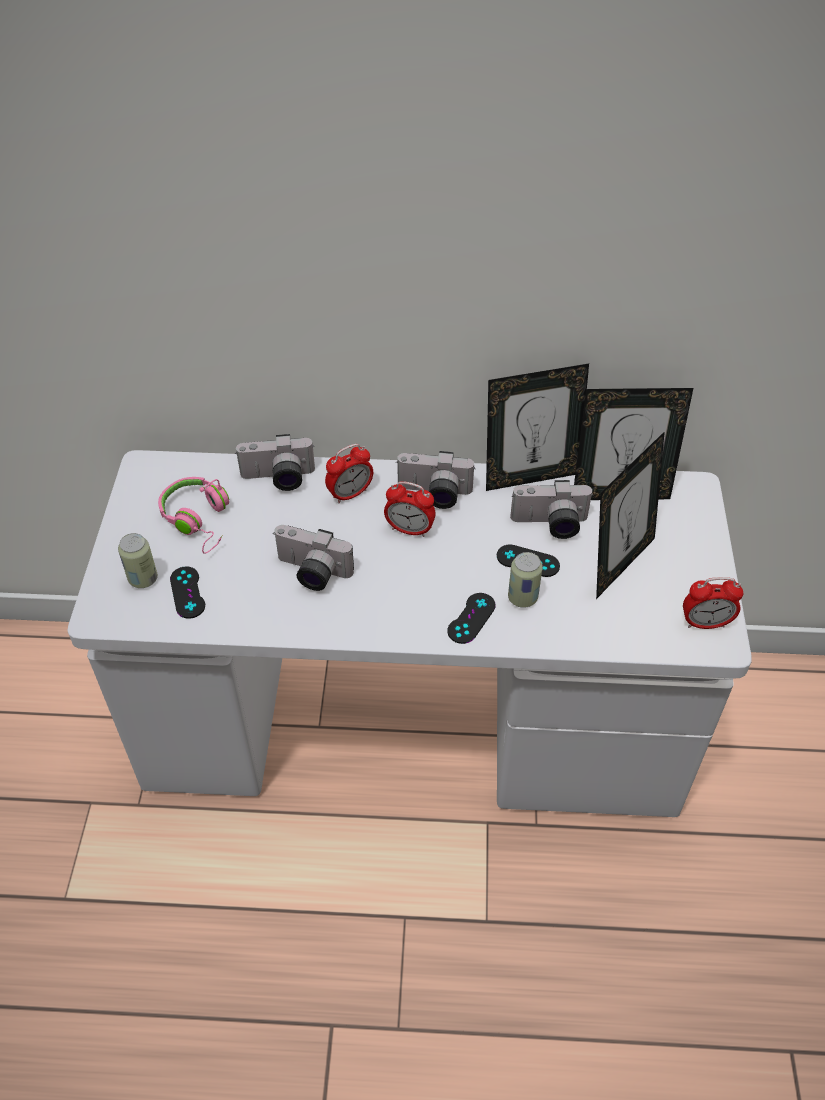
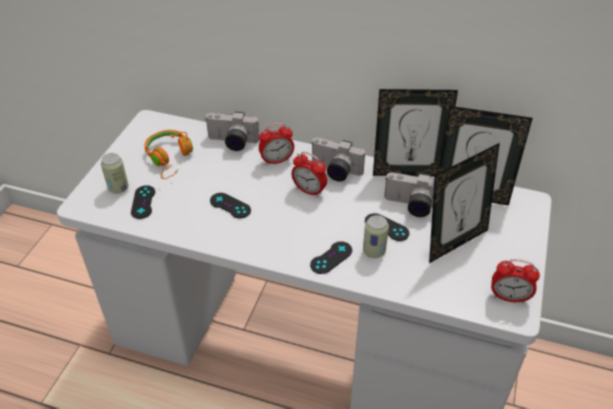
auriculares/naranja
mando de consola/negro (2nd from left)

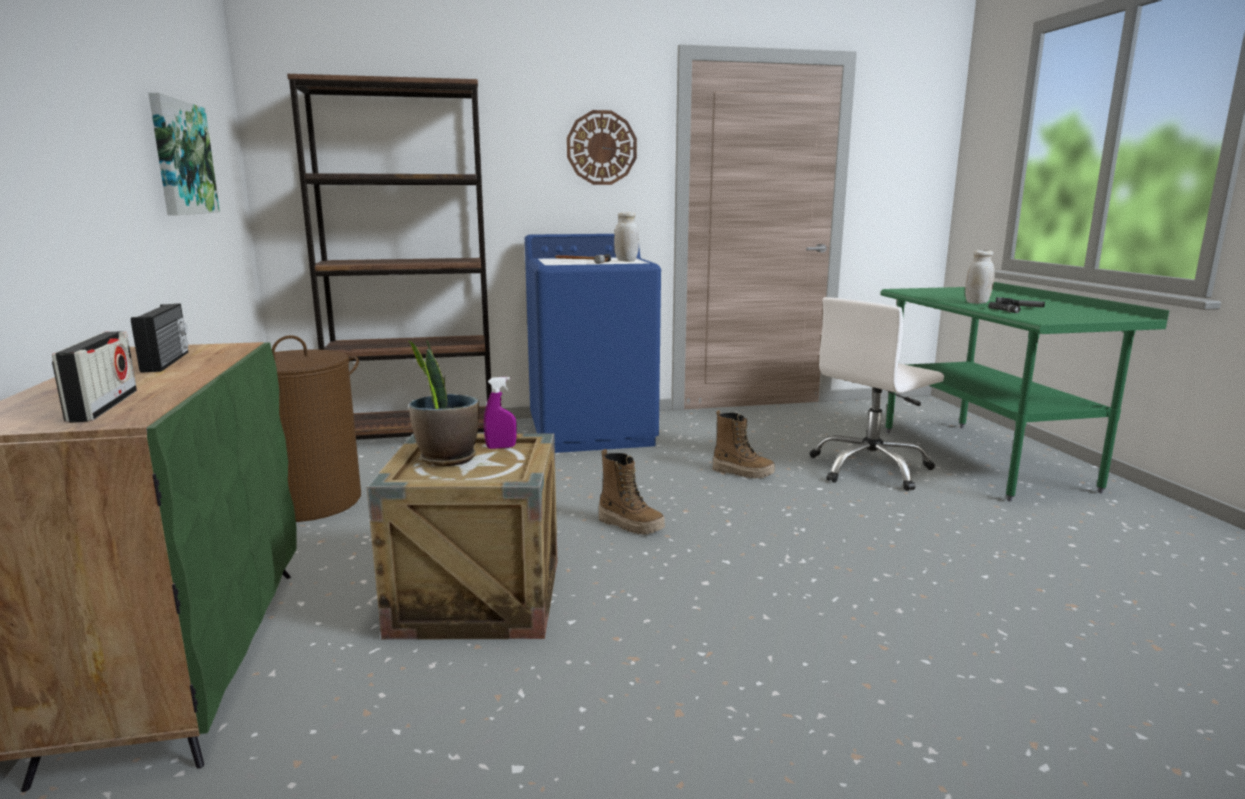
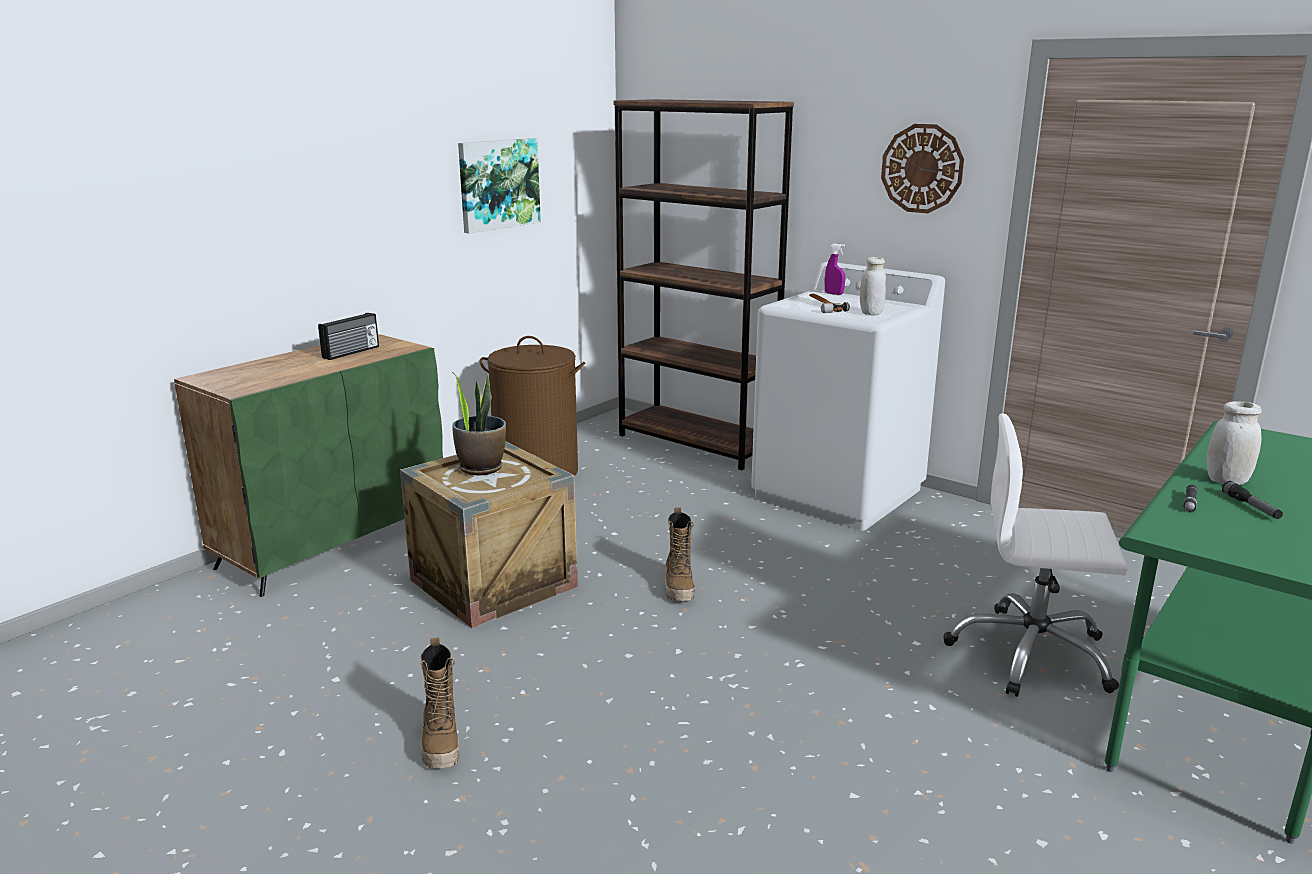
bota (1st from left)
lavadora/blanco
pulverizador/morado
radio (1st from left in the first image)

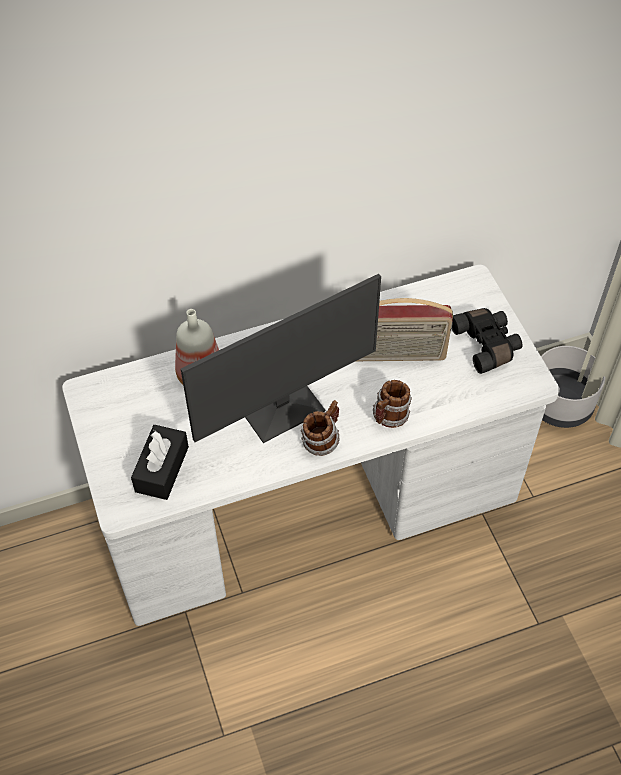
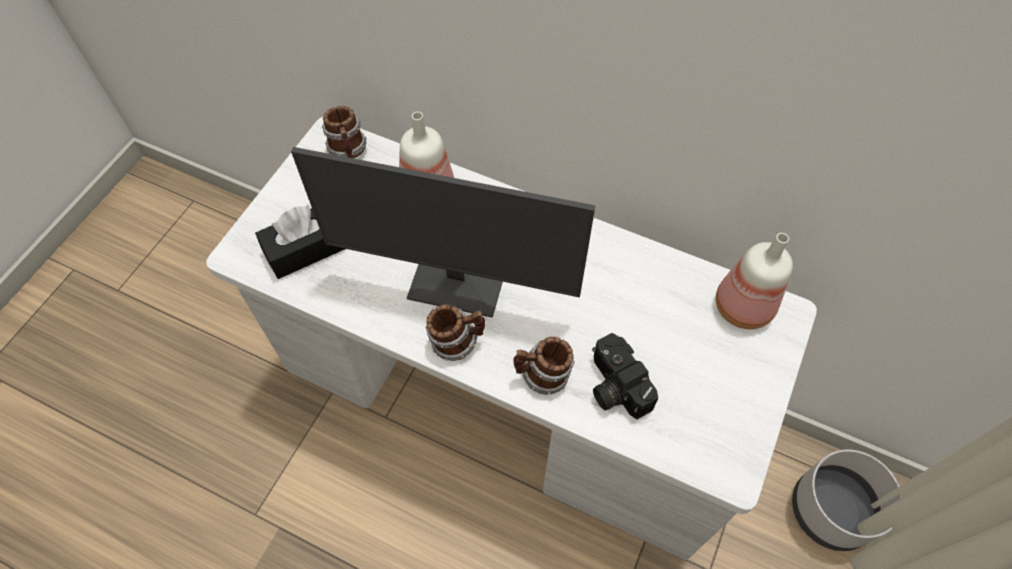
taza grande (1st from left)
cámara
botella (2nd from left)
radio
prismáticos/negro

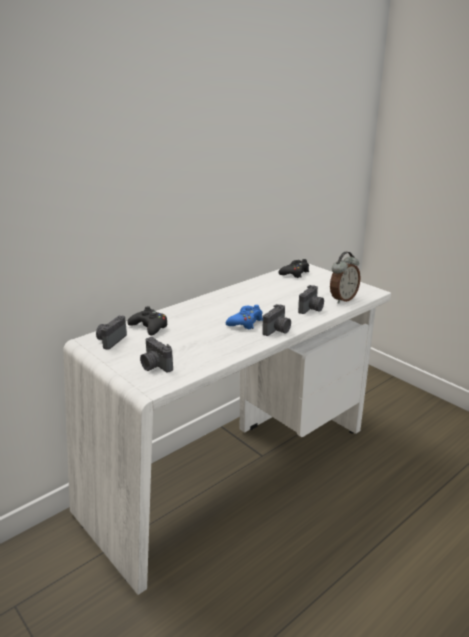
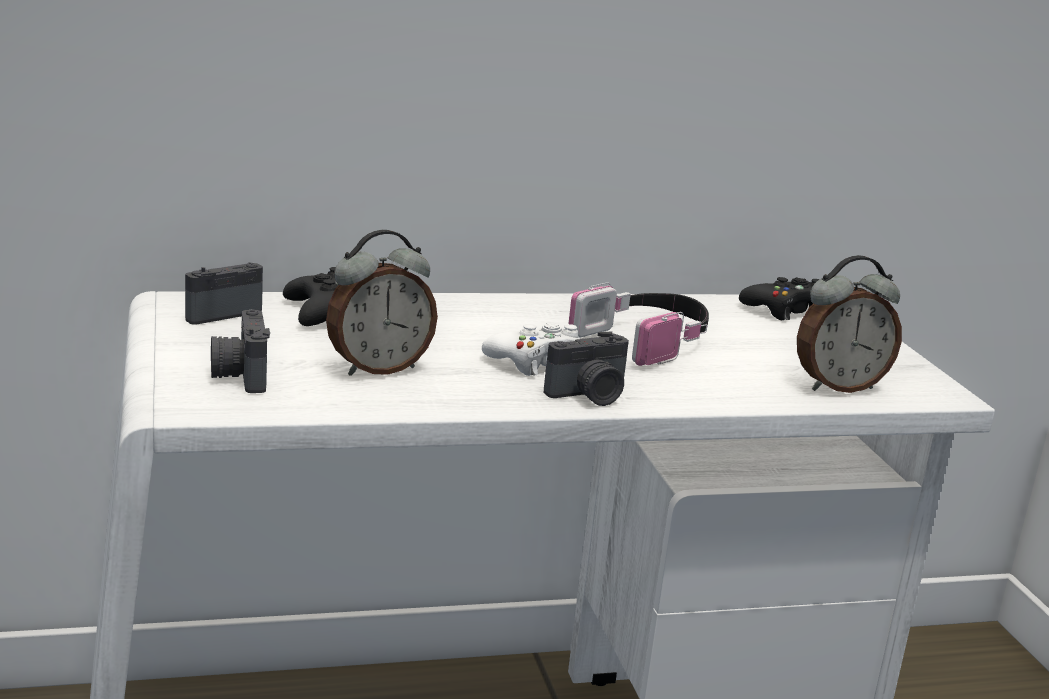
despertador (1st from left)
mando de consola/blanco
auriculares
cámara (4th from left in the first image)

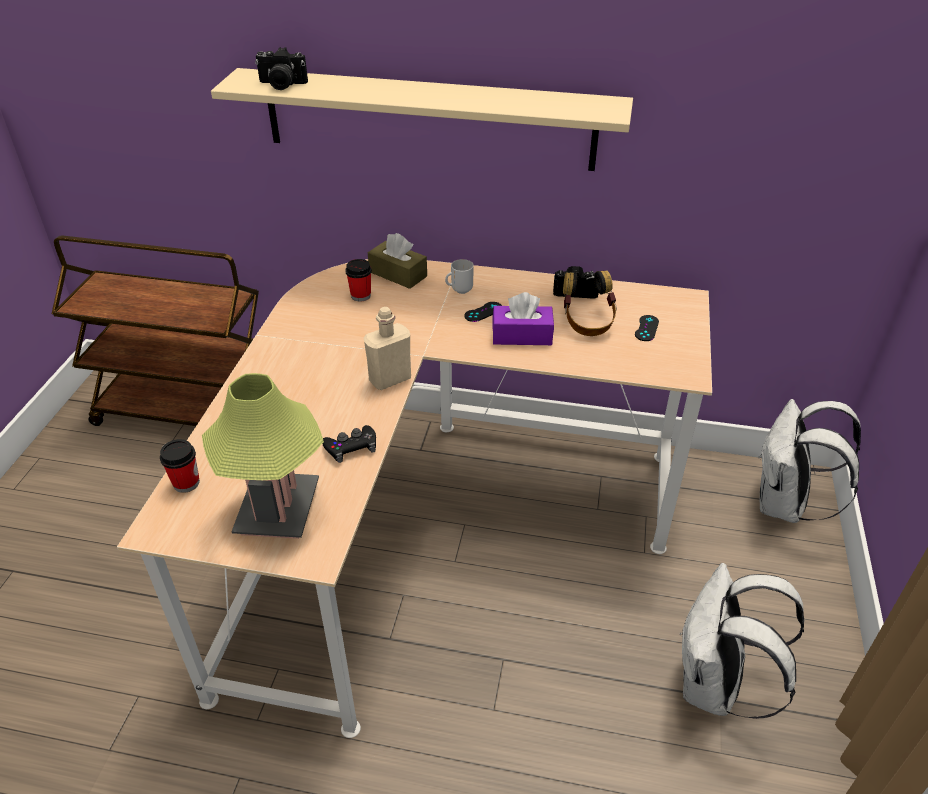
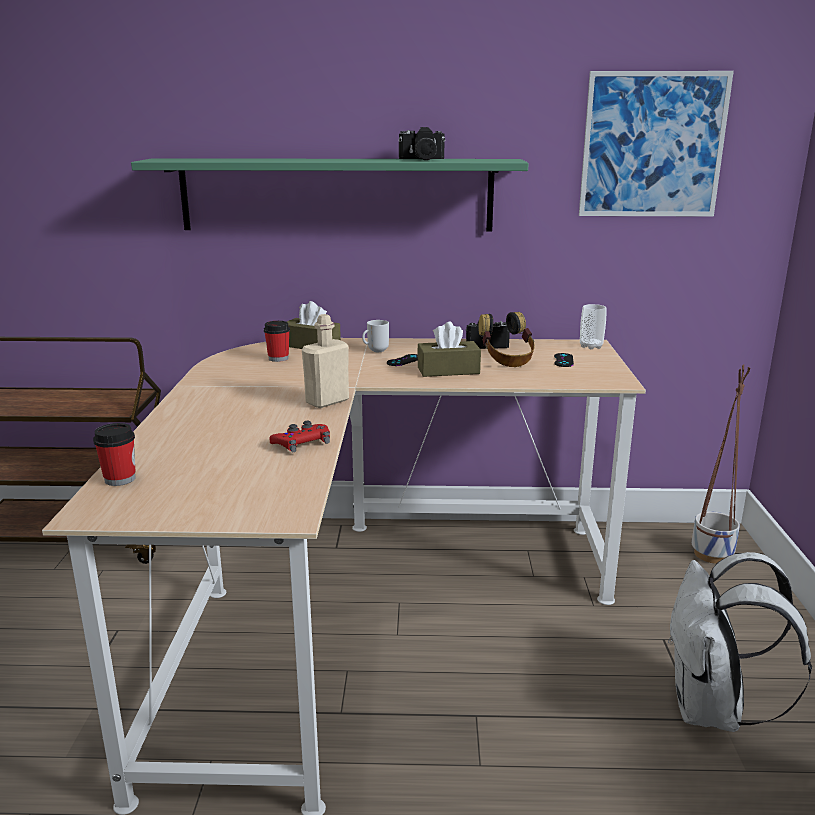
estante/verde
mando de consola/rojo
cámara (1st from left)
caja de pañuelos/marrón (2nd from left)
cuadro
taza (3rd from left)
maceta
lámpara de mesa

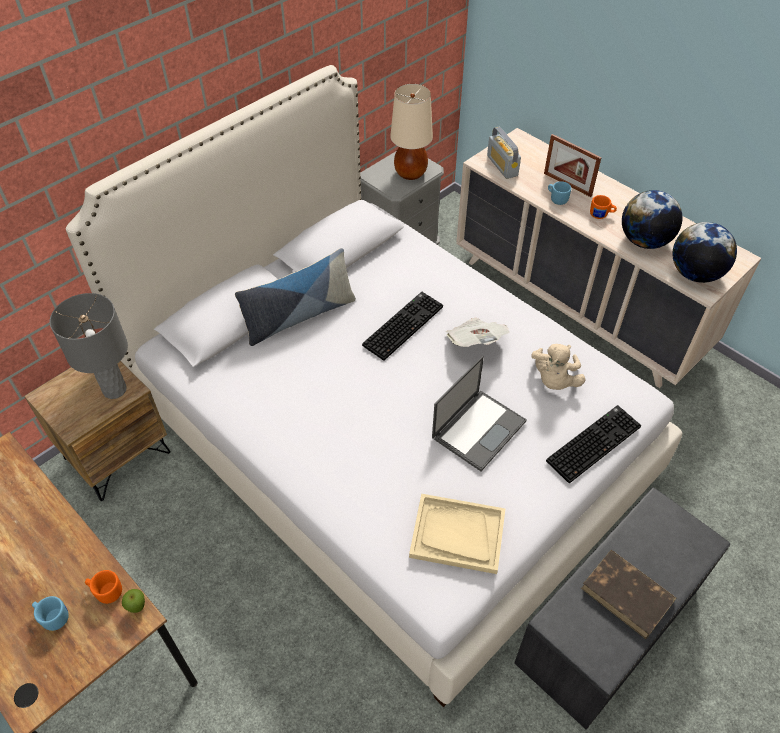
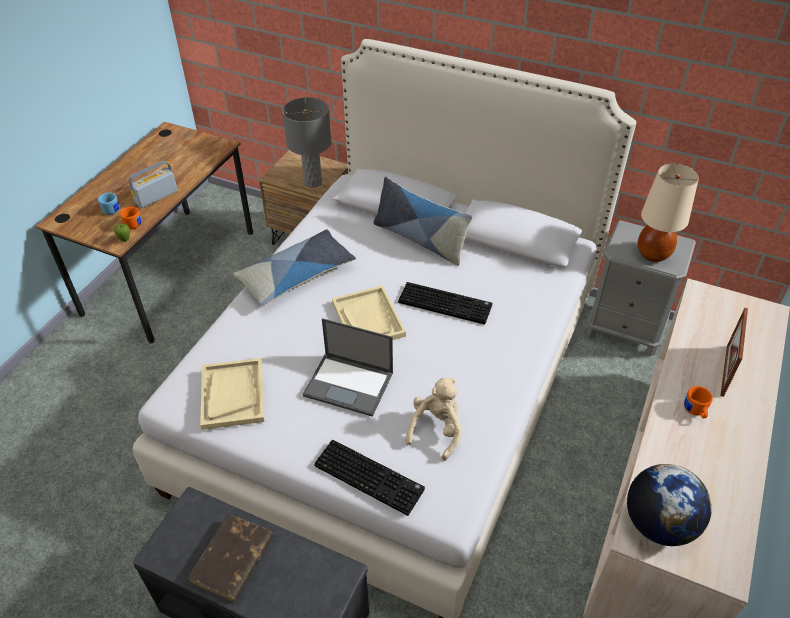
radio
cojín (1st from left)
bandeja/beis (2nd from left)
peluche/beis
periódico
taza grande/azul (2nd from left in the first image)
globo terráqueo (1st from left in the first image)

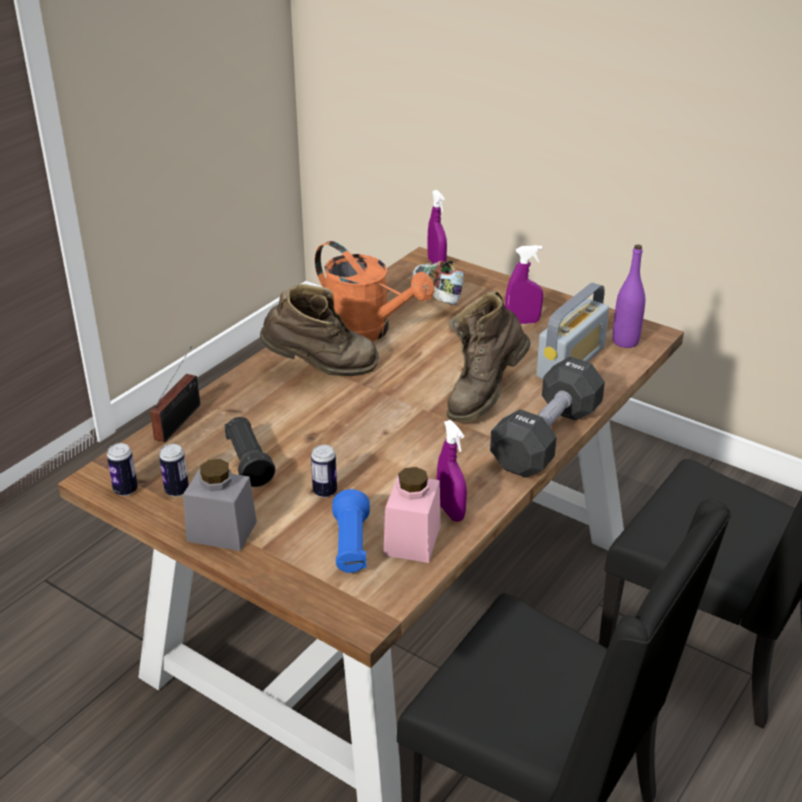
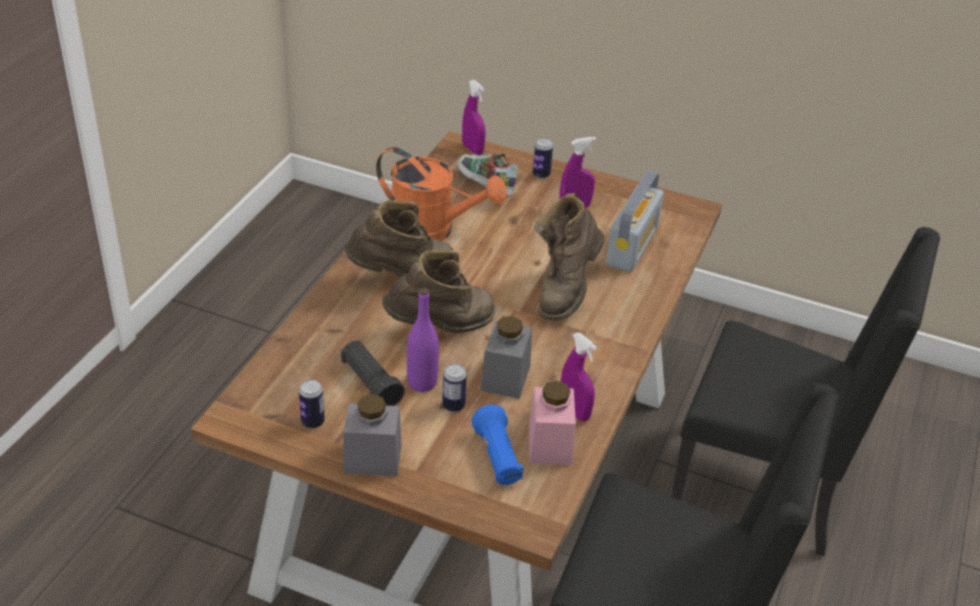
bota/marrón (2nd from left)
botella/morado
tarro/gris (2nd from left)
lata (3rd from left)
radio (1st from left in the first image)
mancuerna/negro

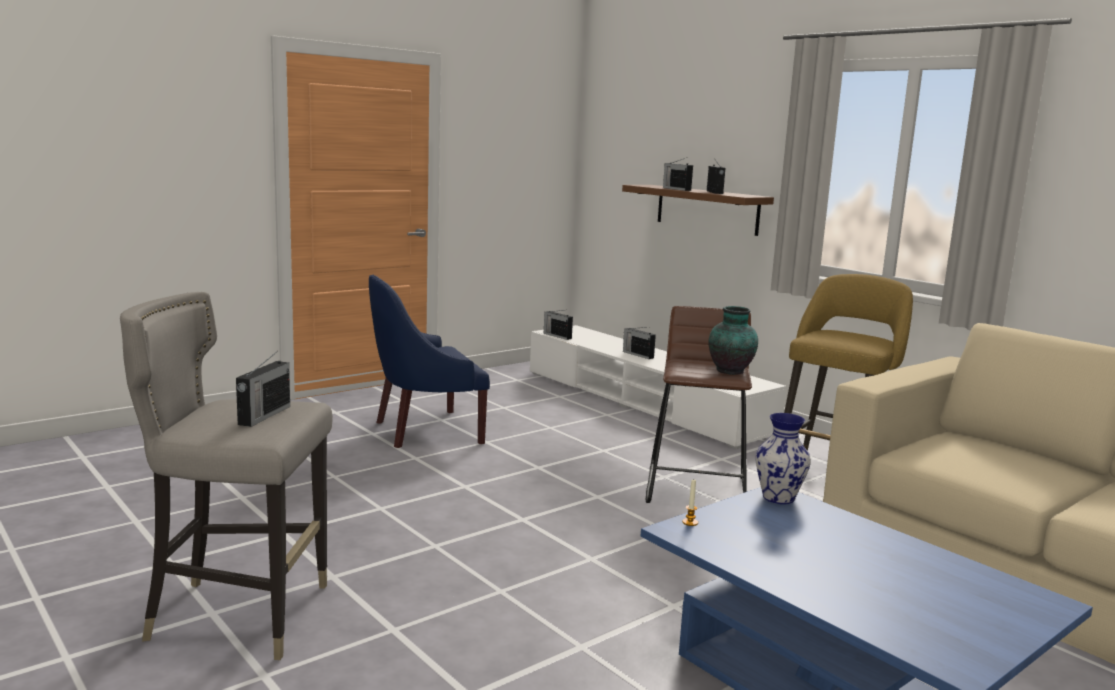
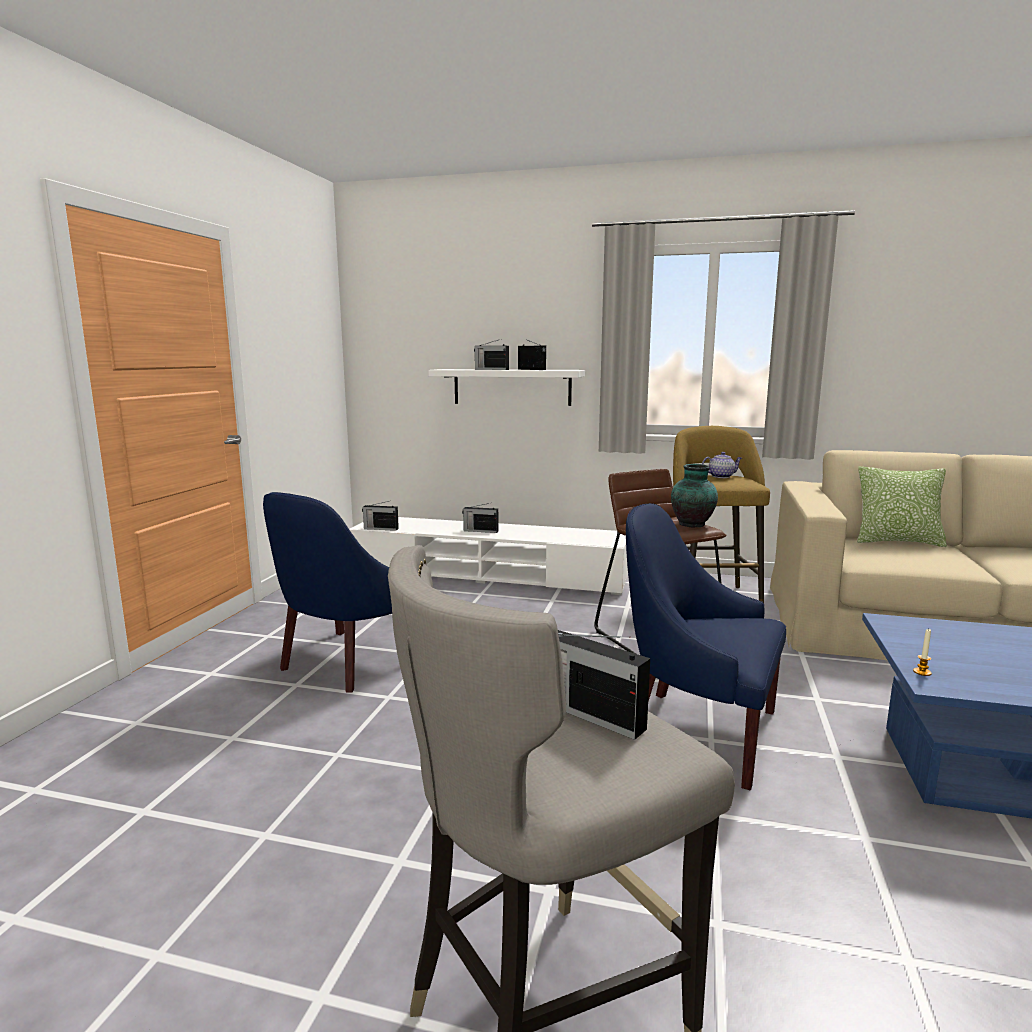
estante/blanco
radio (5th from left)
sillón/azul (2nd from left)
tetera
cojín
florero (2nd from left in the first image)

